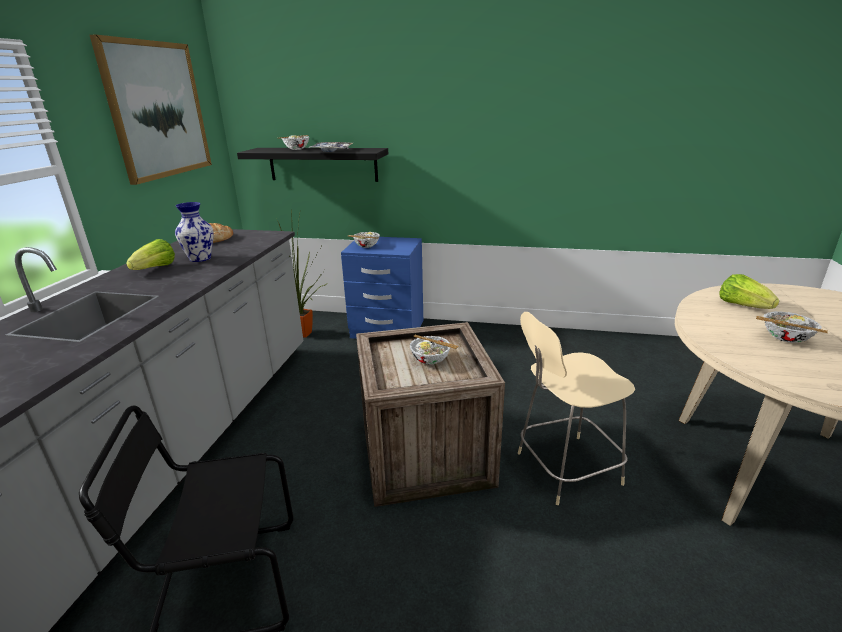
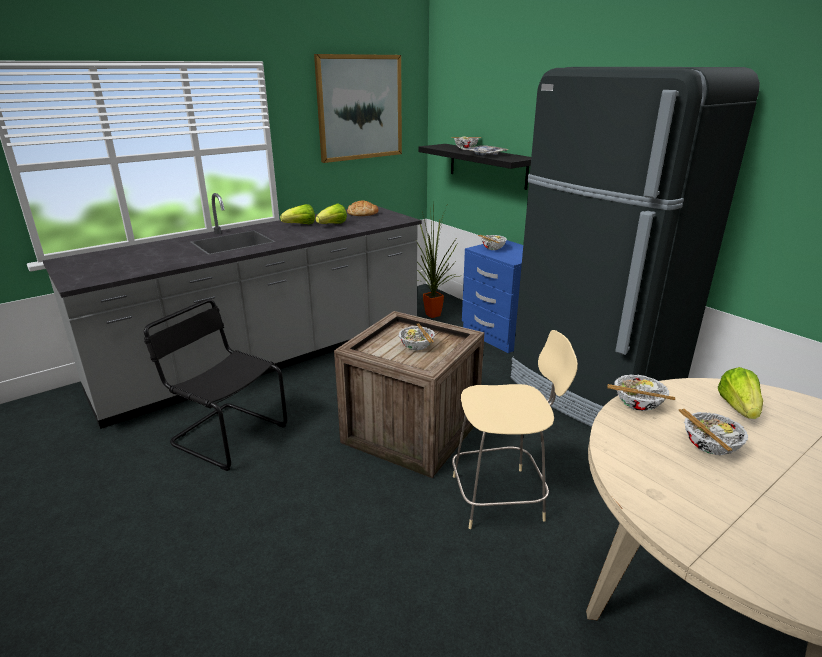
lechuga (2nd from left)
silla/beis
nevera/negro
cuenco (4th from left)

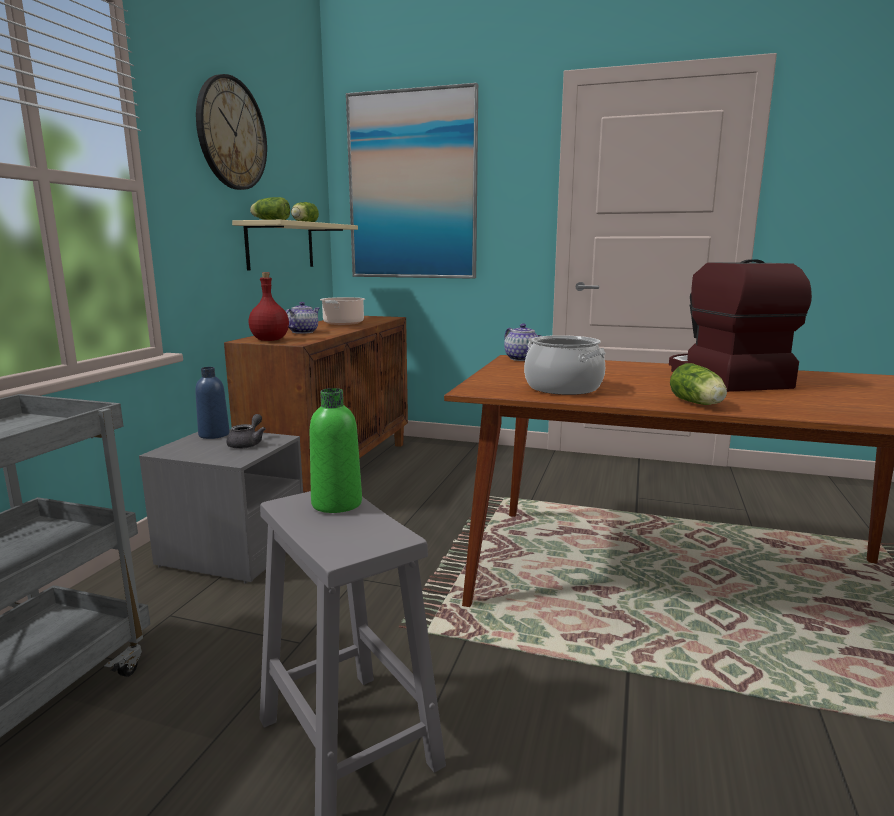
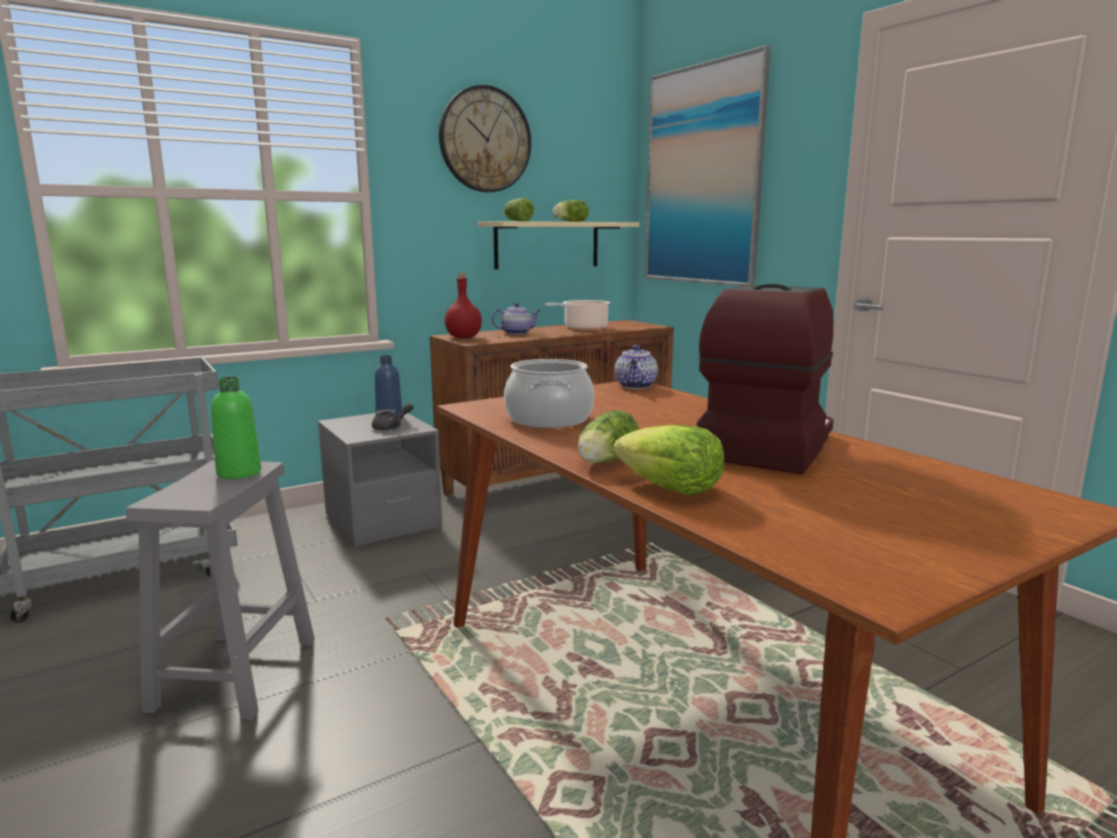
lechuga (4th from left)

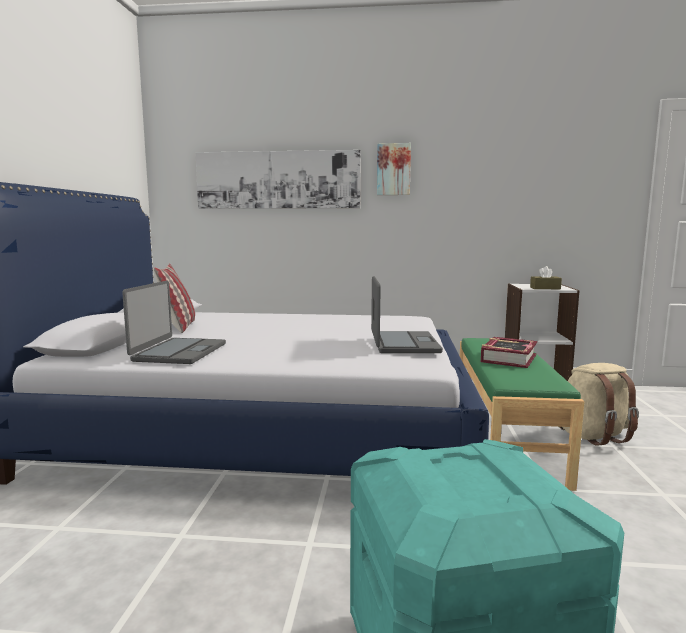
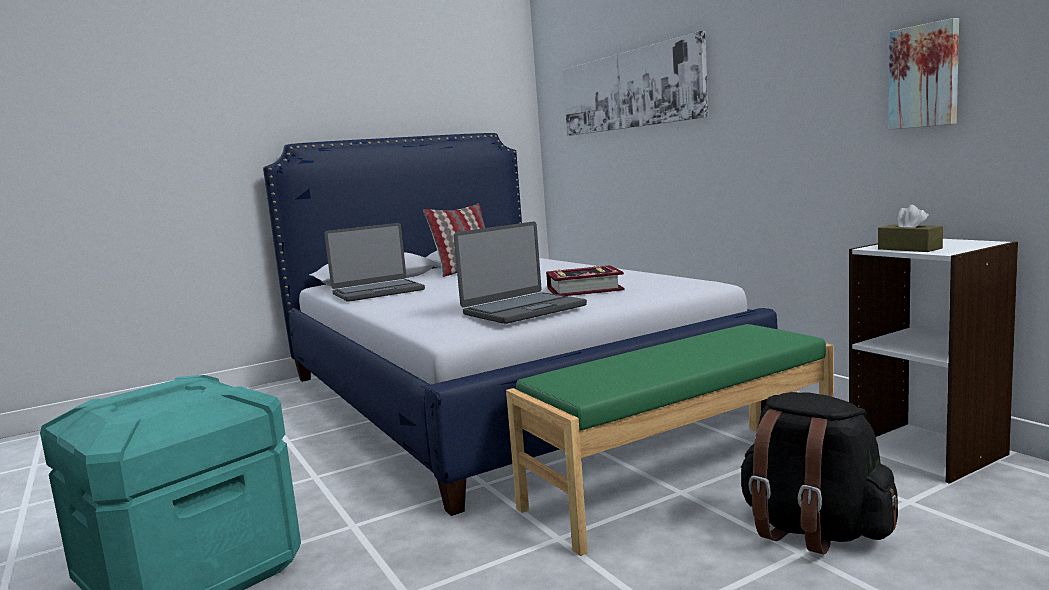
libro
mochila/negro
cuadro (2nd from left)

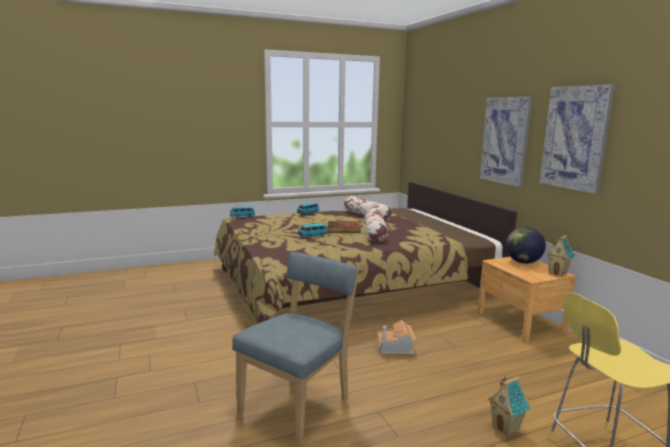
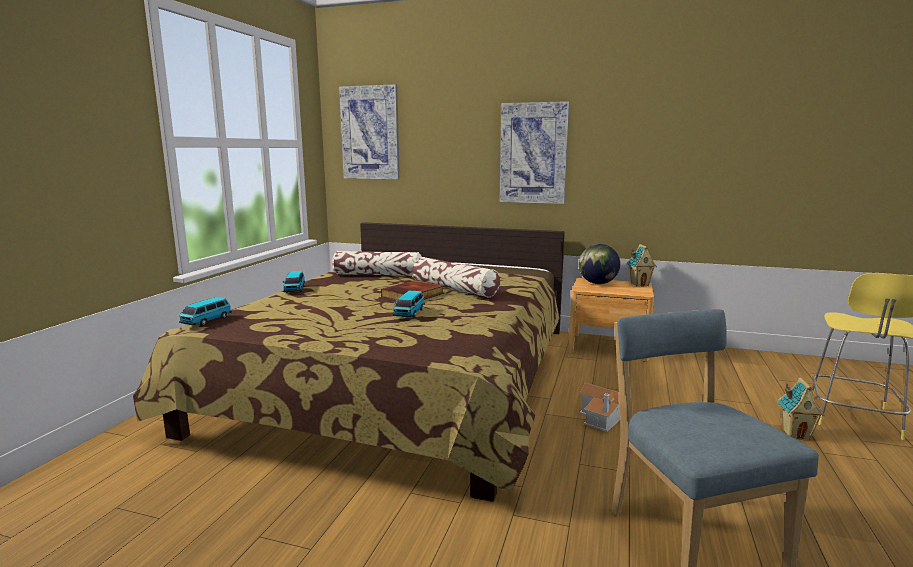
cuadro (1st from left)

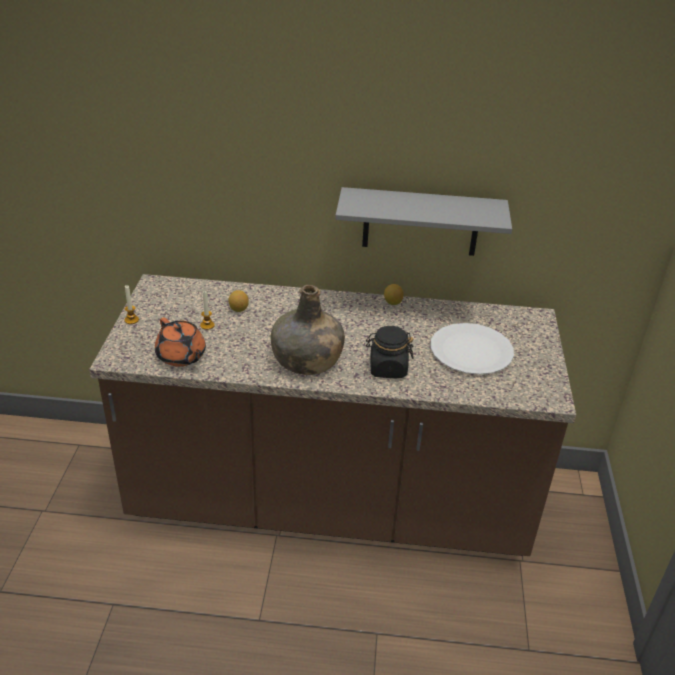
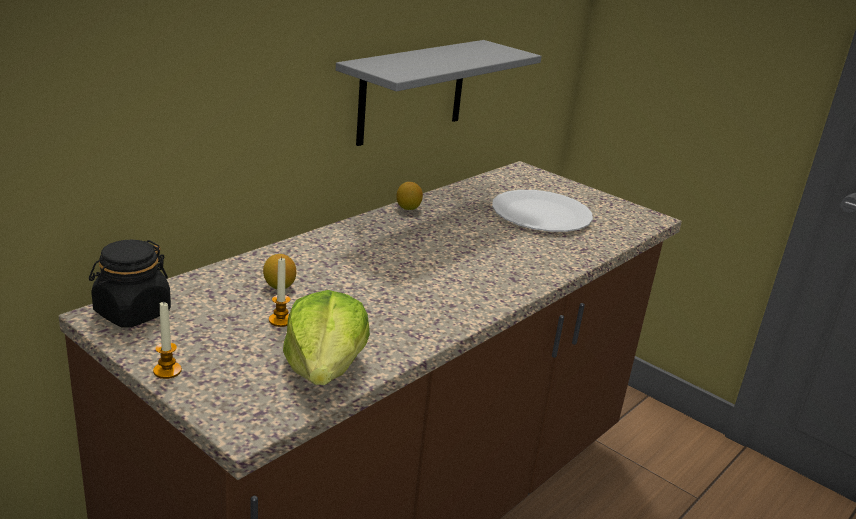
tarro/negro
lechuga
botella/verde

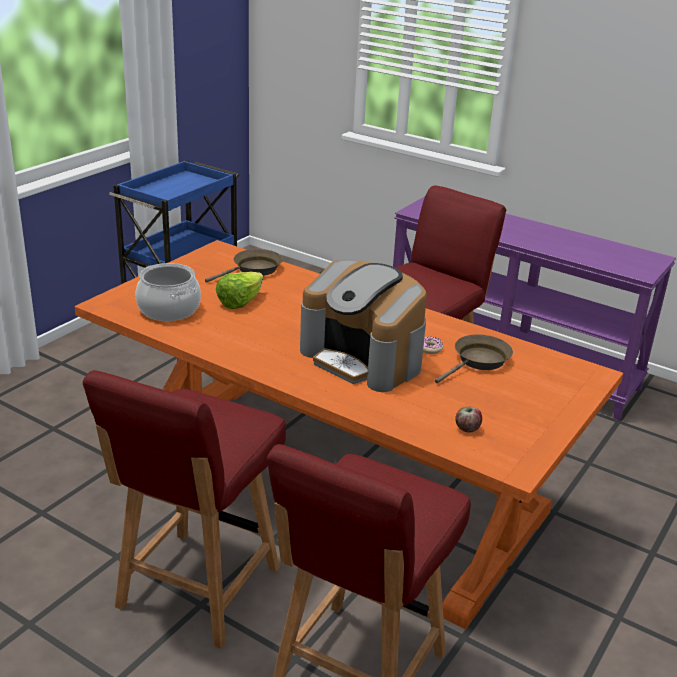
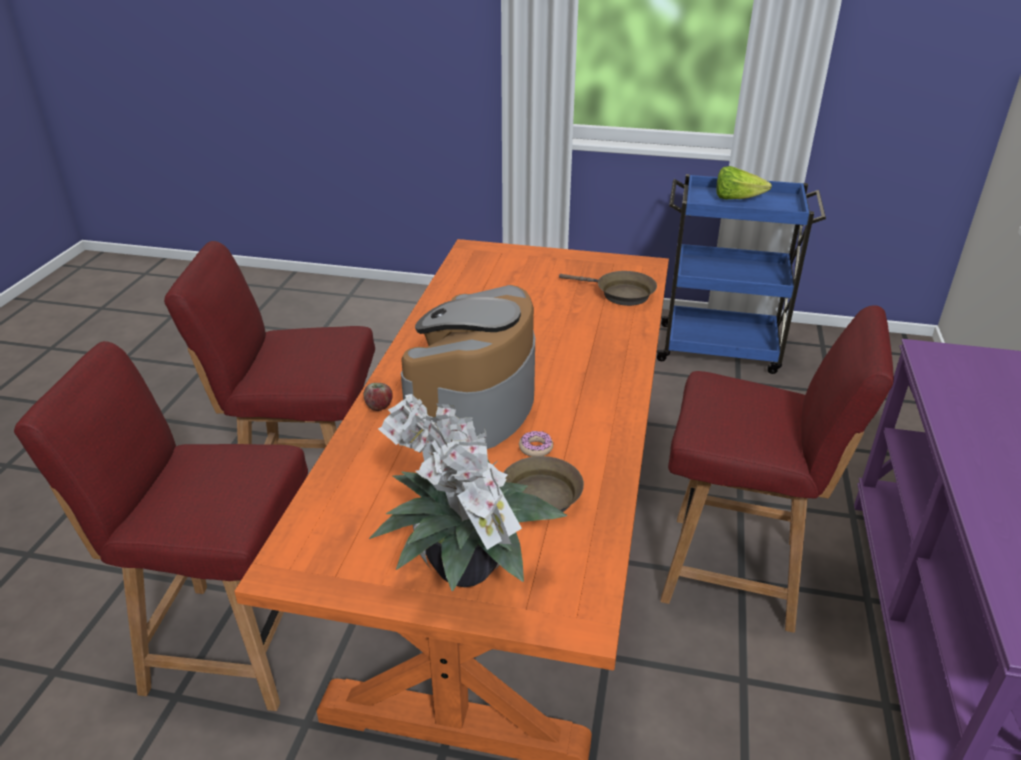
manzana
planta en maceta
lechuga
olla

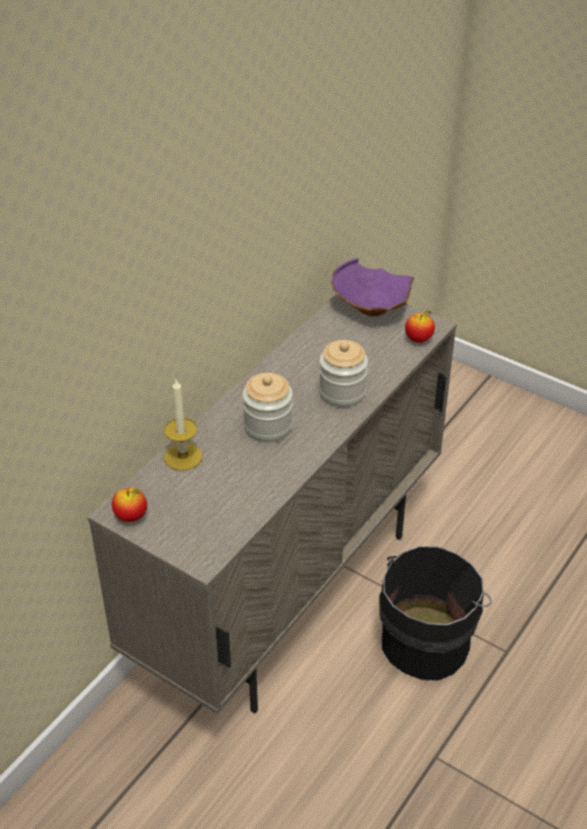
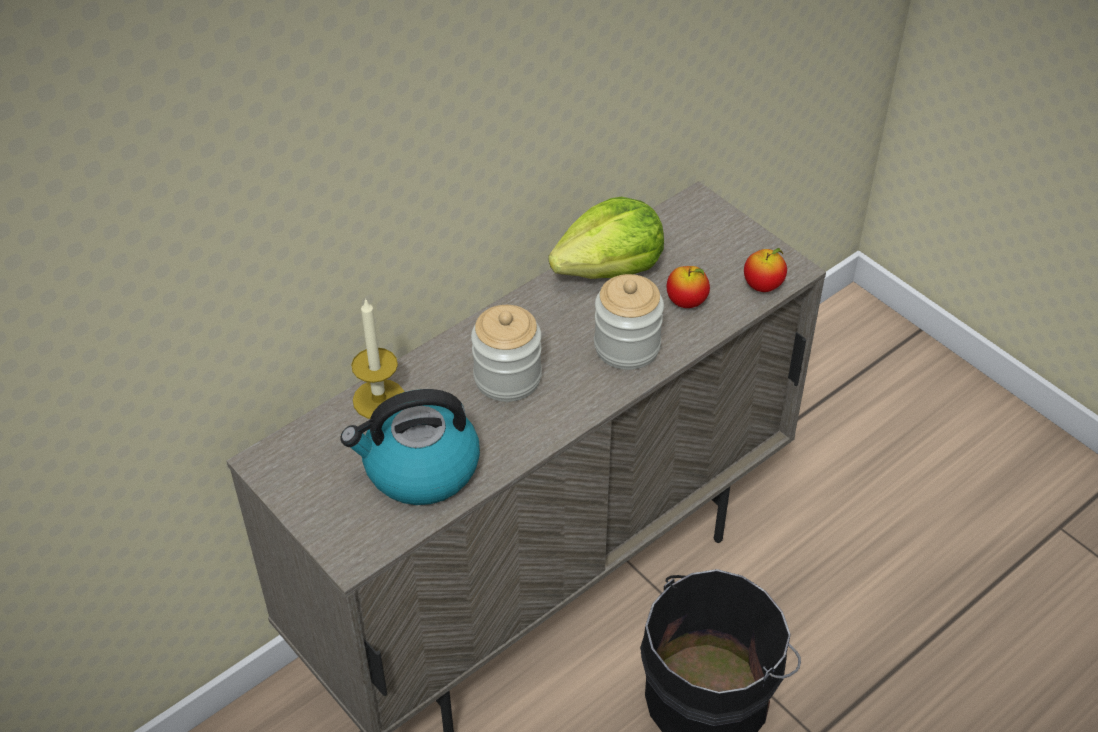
hervidor
lechuga
manzana (1st from left)
cuenco/morado

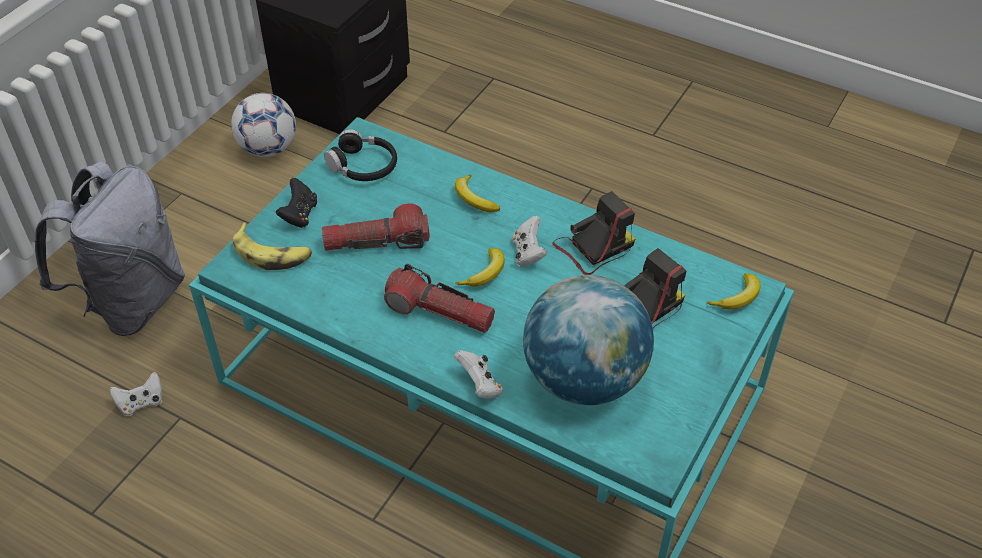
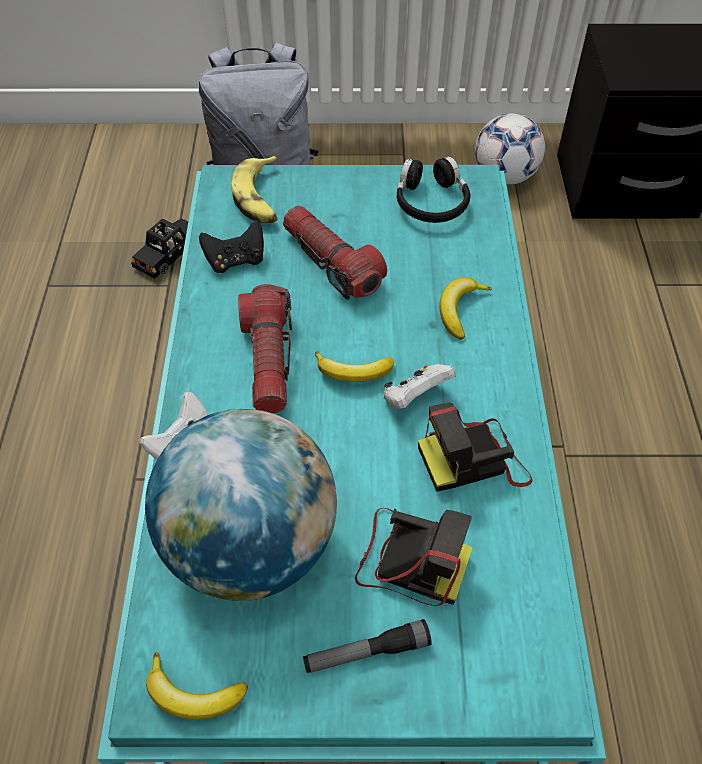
coche de juguete/negro
plátano (1st from left)
mando de consola/negro
linterna (3rd from left)
cámara (2nd from left)

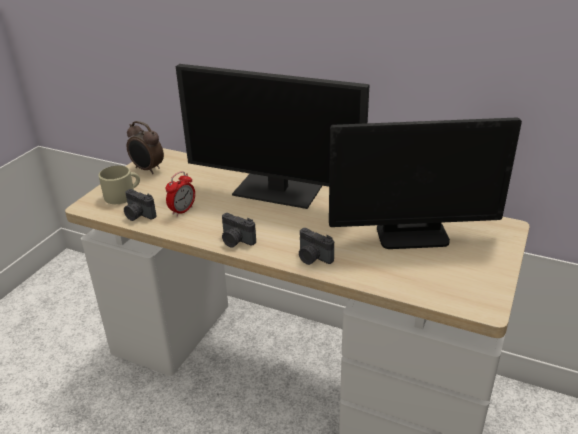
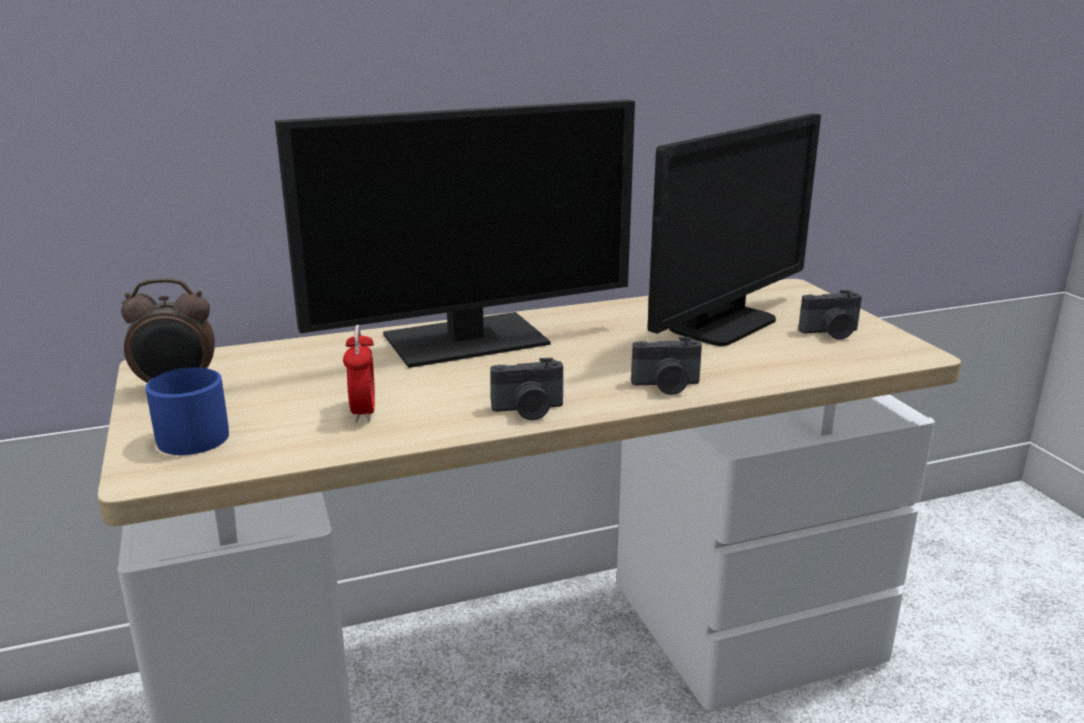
taza grande/azul
cámara (3rd from left)

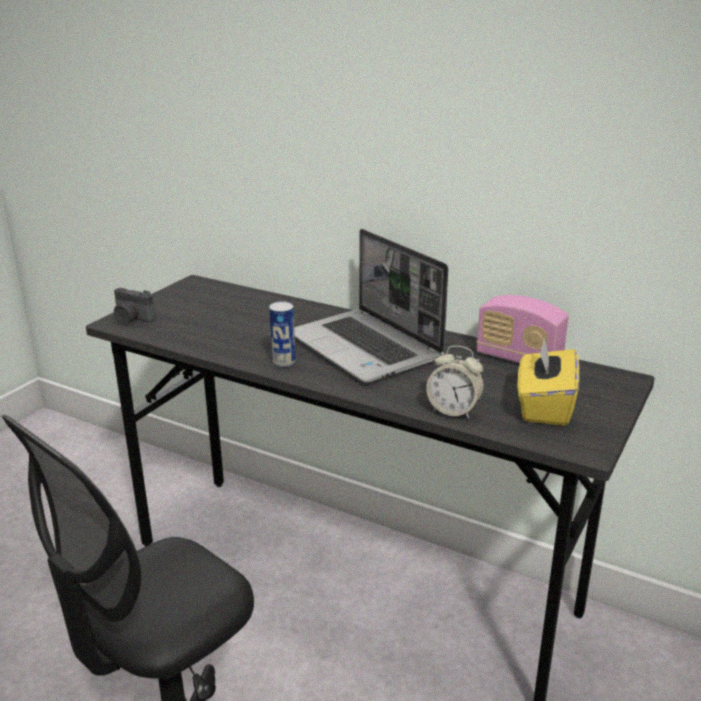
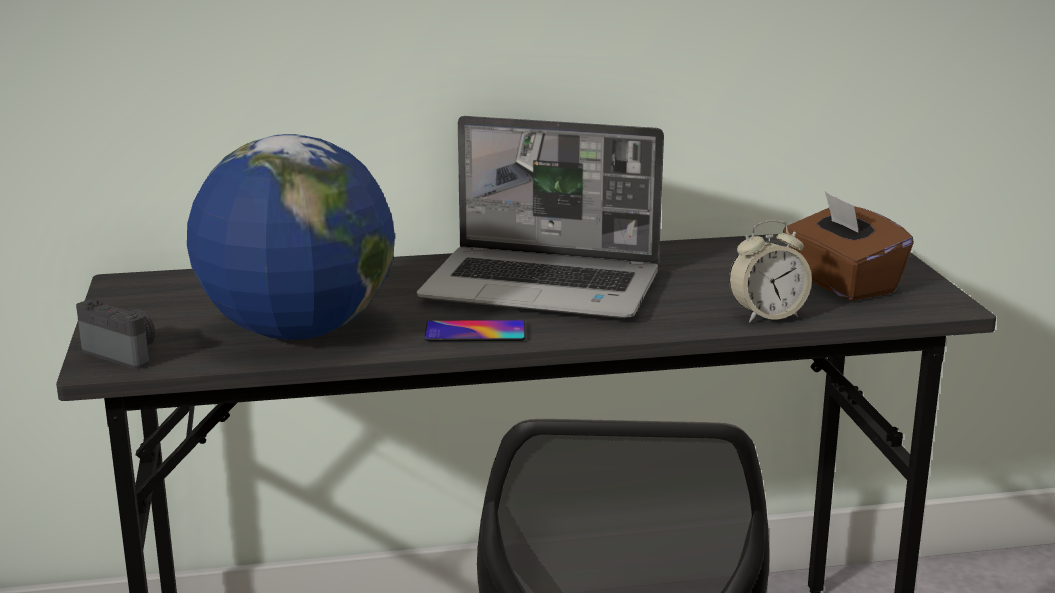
cámara
globo terráqueo
móvil
caja de pañuelos/marrón
radio

